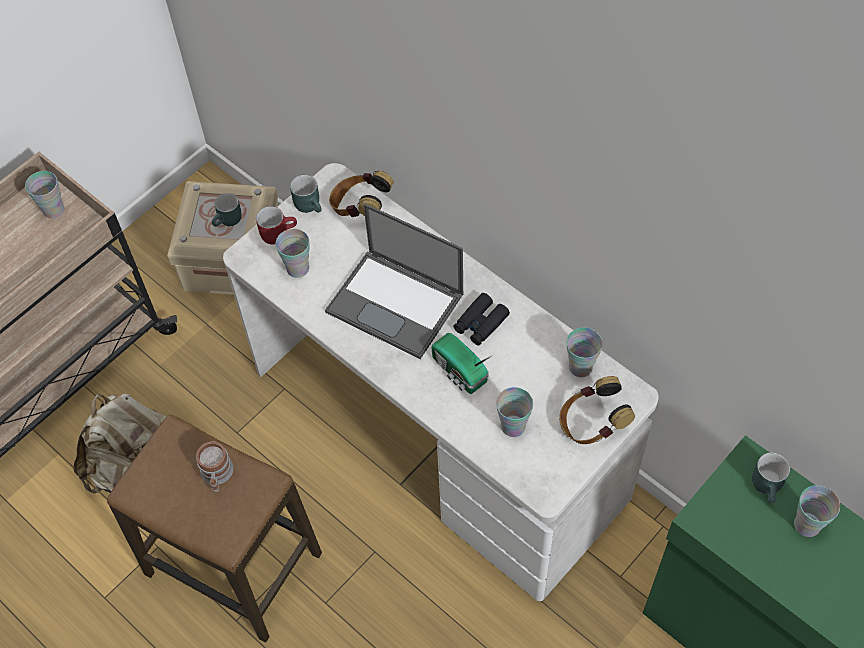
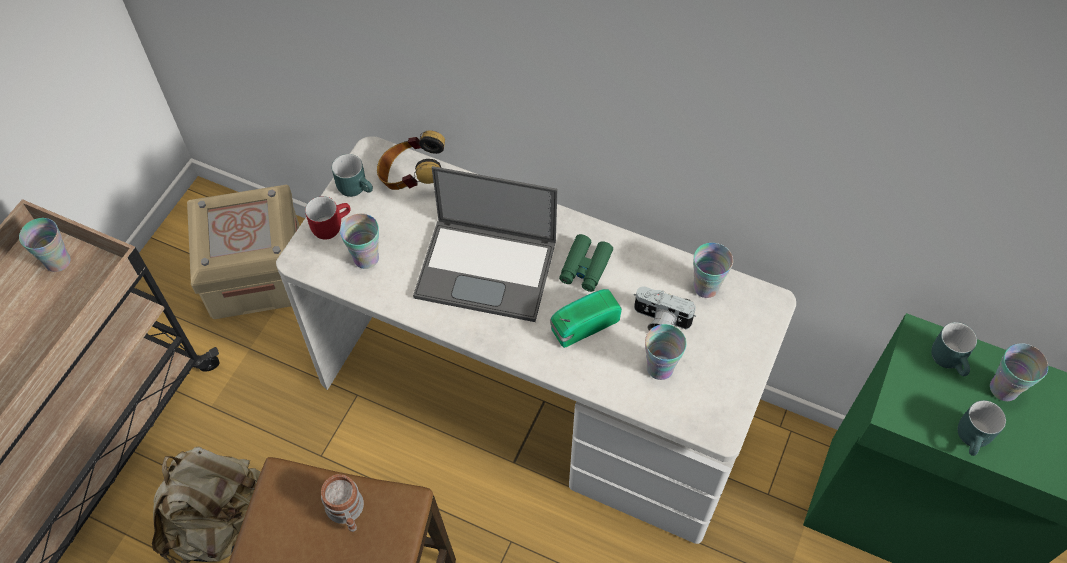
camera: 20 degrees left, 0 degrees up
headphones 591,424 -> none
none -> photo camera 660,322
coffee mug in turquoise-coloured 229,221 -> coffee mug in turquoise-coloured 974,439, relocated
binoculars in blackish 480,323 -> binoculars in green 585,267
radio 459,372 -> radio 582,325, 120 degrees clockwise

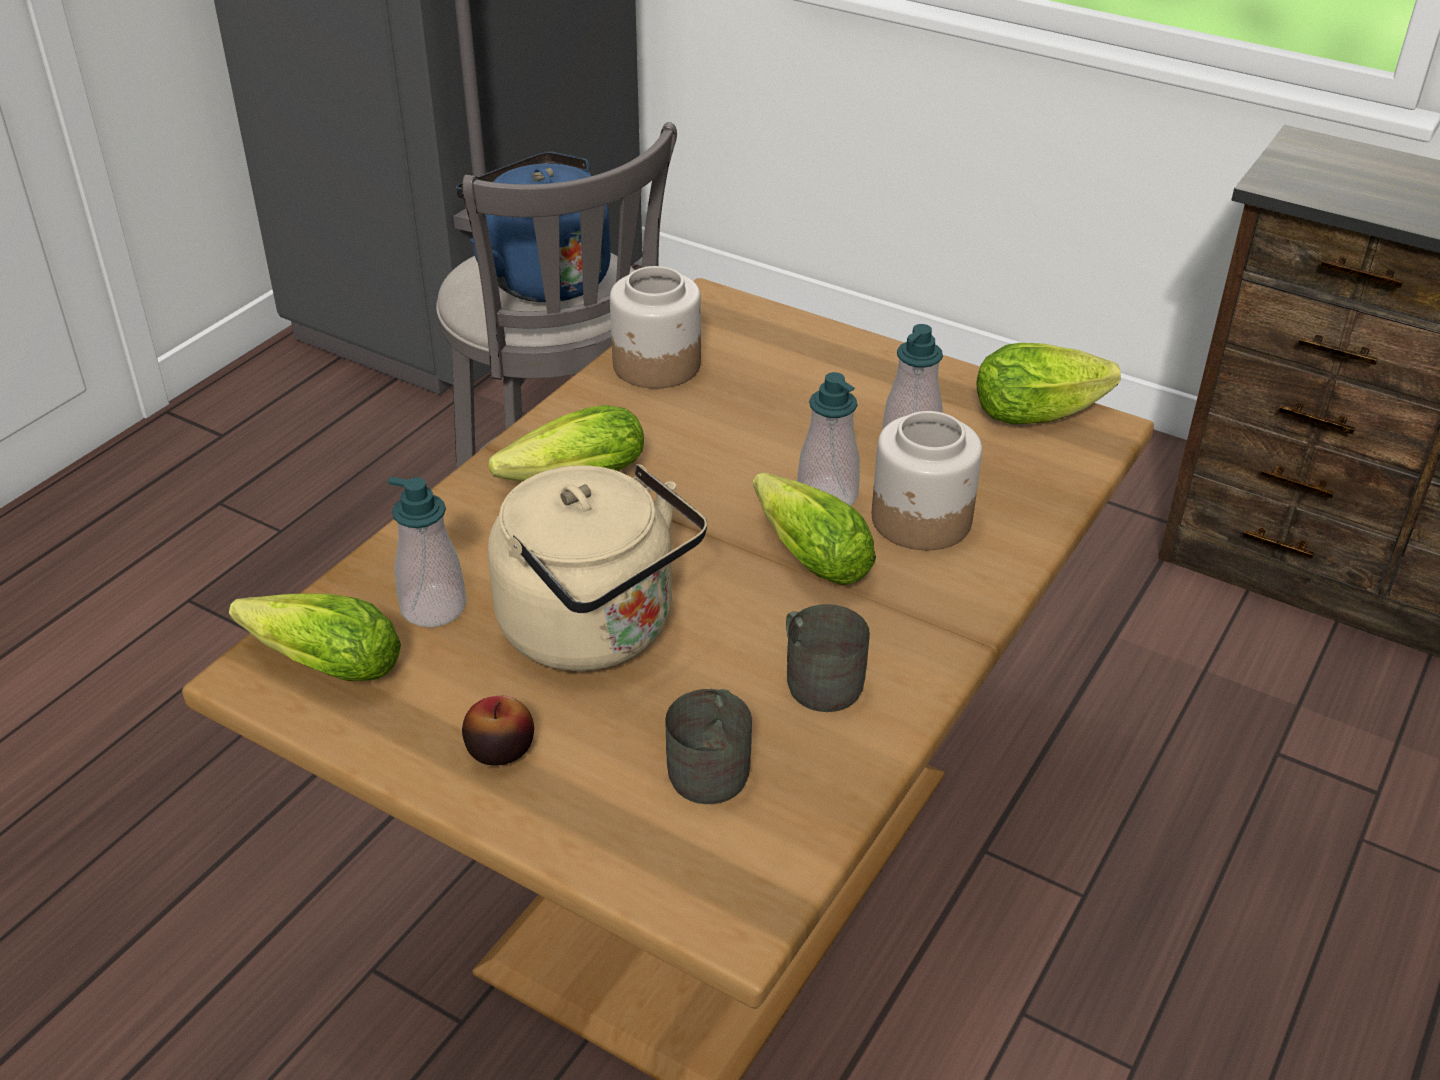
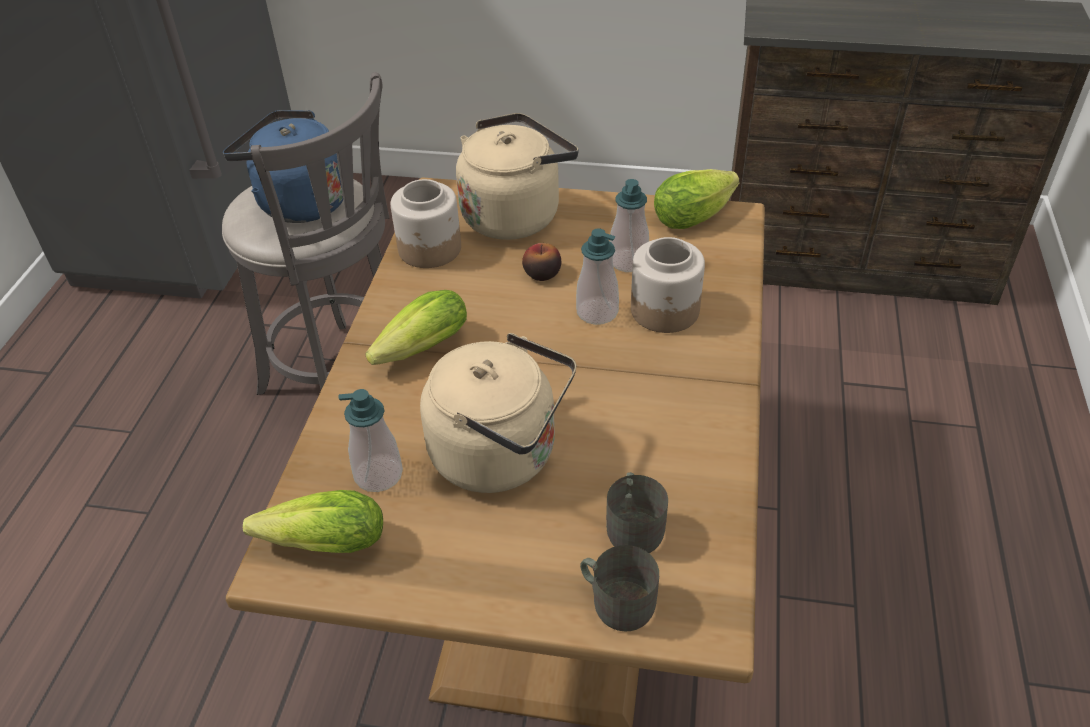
camera: 20 degrees left, 5 degrees up
lettuce head 805,553 -> none
none -> tea kettle in beige-coloured 515,214
apple 500,749 -> apple 542,274, relocated
coffee mug in gray 818,678 -> coffee mug in gray 616,600, relocated

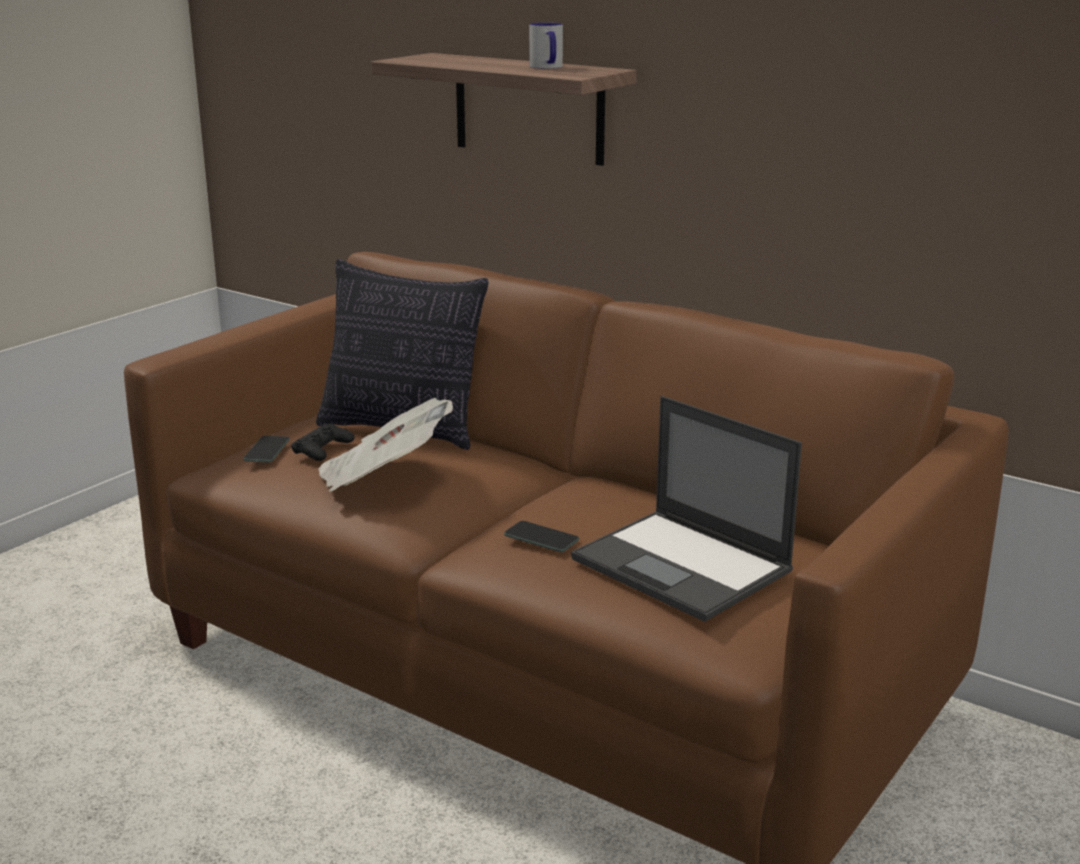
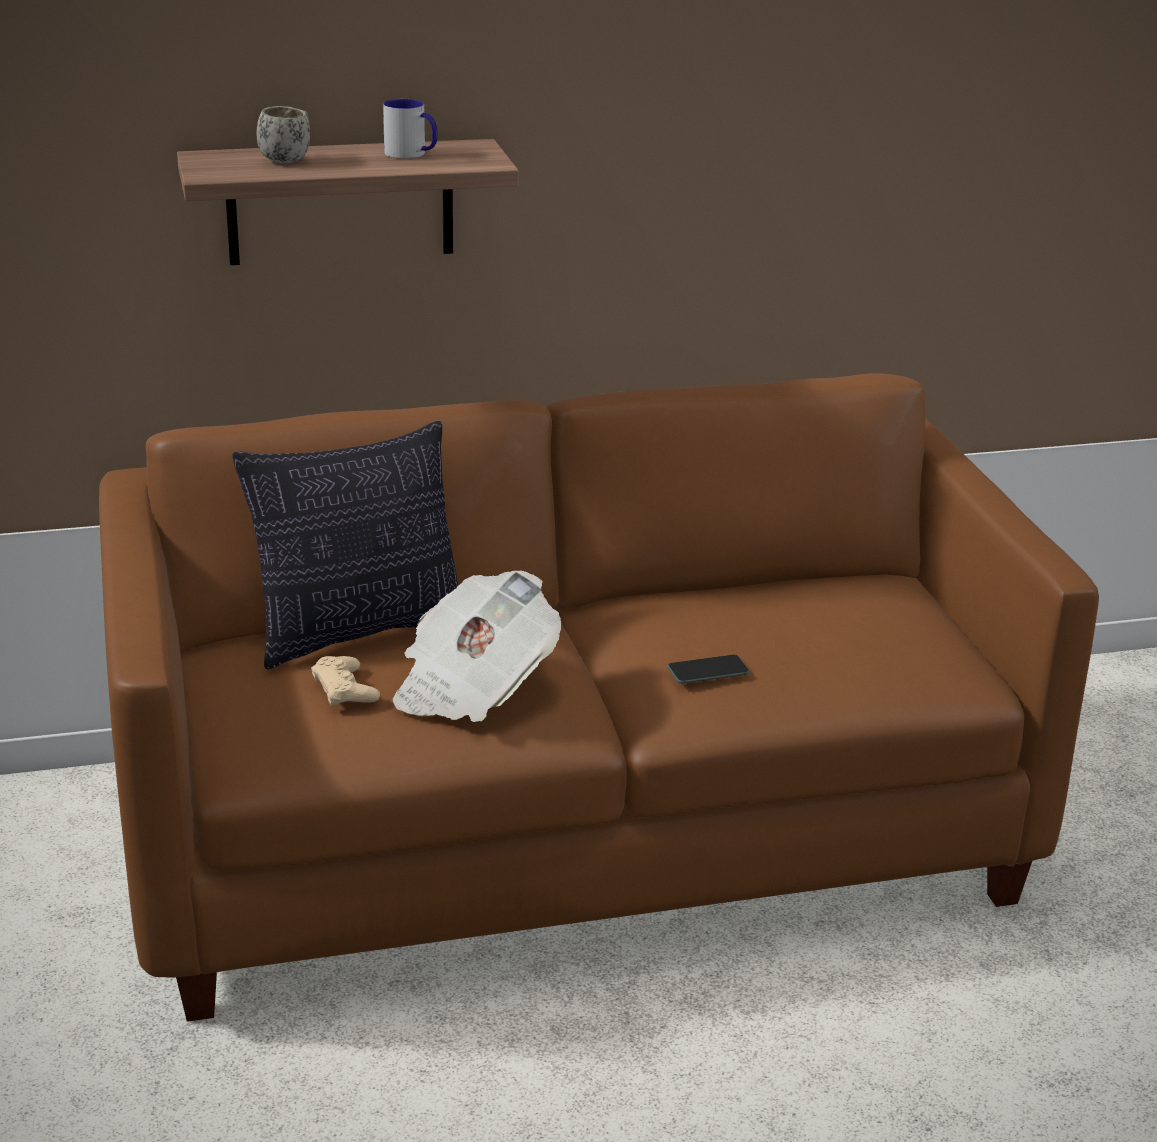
camera: 50 degrees left, 5 degrees up
handset 267,450 -> none
portable computer 683,566 -> none
none -> coffee mug in white 289,158
gamepad in blackish 323,449 -> gamepad in beige-coloured 345,689

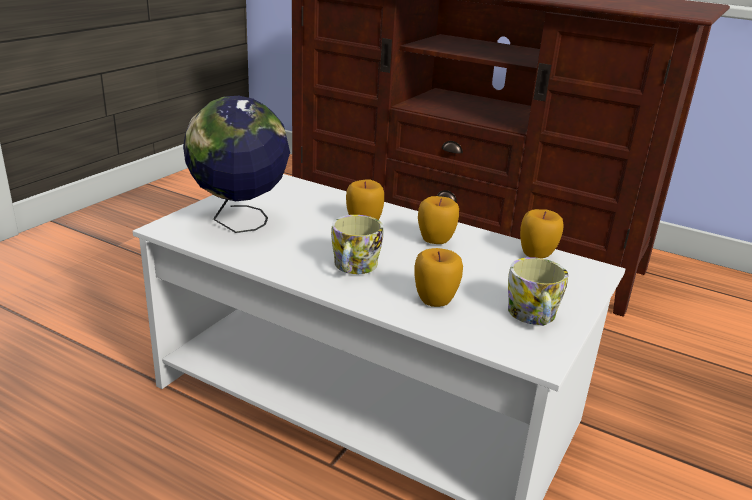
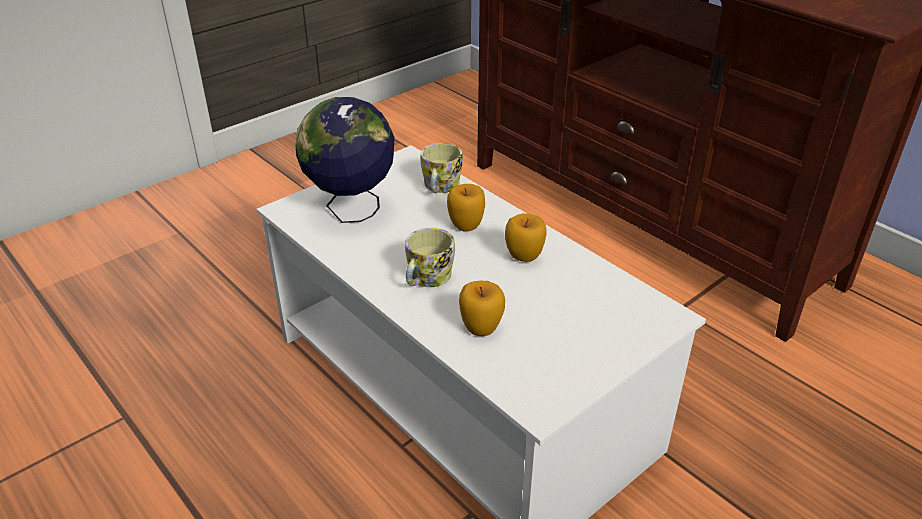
camera: 20 degrees right, 10 degrees up
apple 536,255 -> none
coffee mug 533,317 -> coffee mug 440,187, relocated

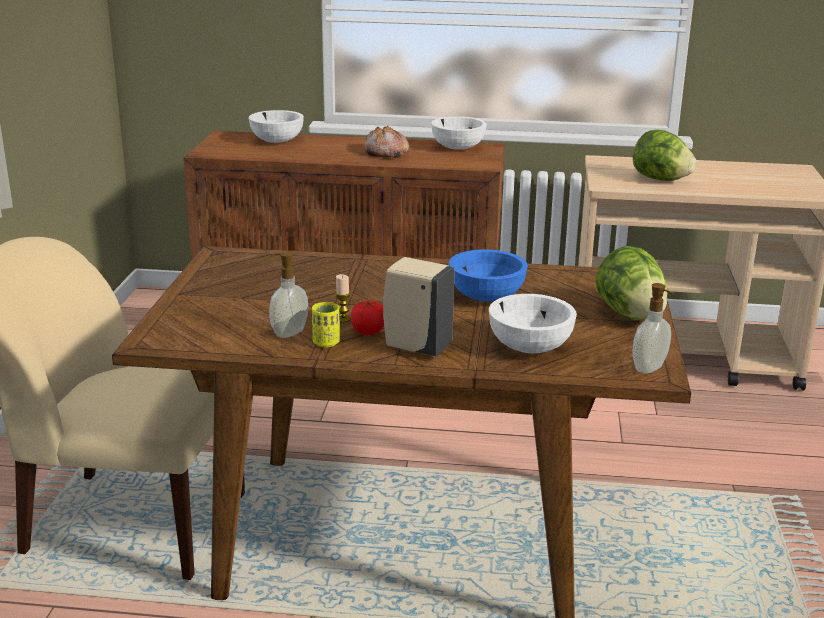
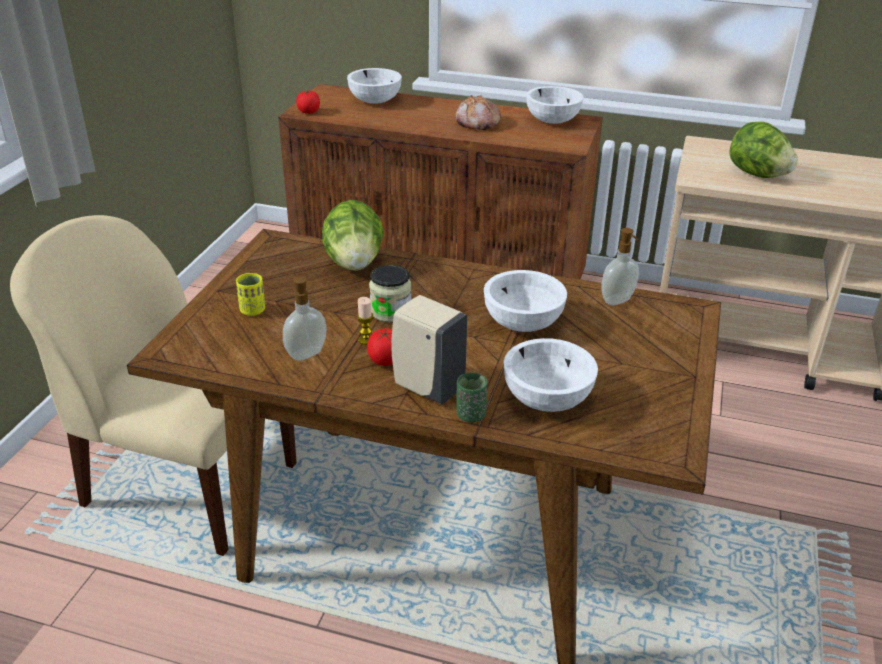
camera: 10 degrees right, 10 degrees up
none -> tomato 309,112
none -> preserve jar 391,311
none -> cup in green 470,415
cup in yellow 326,343 -> cup in yellow 253,310, relocated
lettuce head 630,315 -> lettuce head 354,263, relocated
soap bottle 650,369 -> soap bottle 618,301, relocated
bowl in bluish 486,296 -> bowl in white 523,322

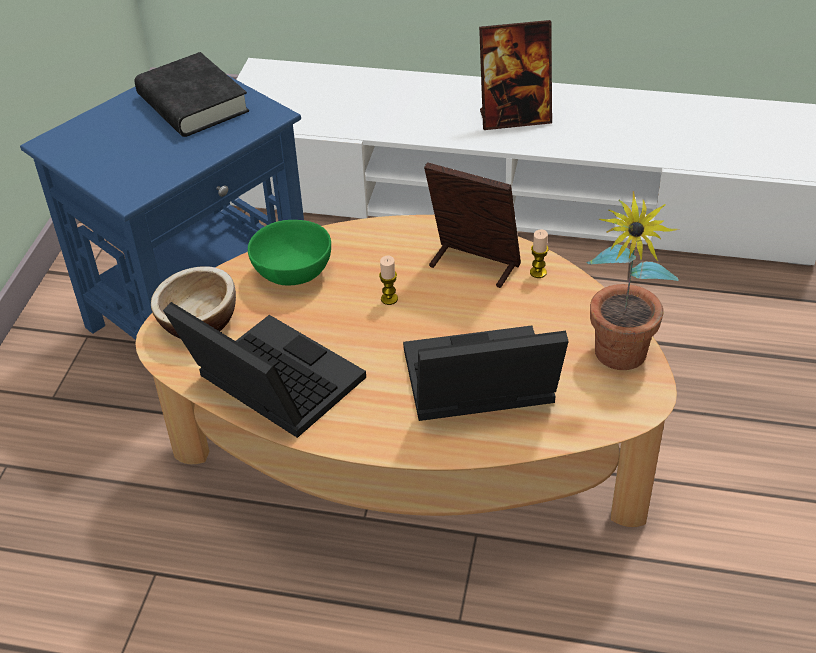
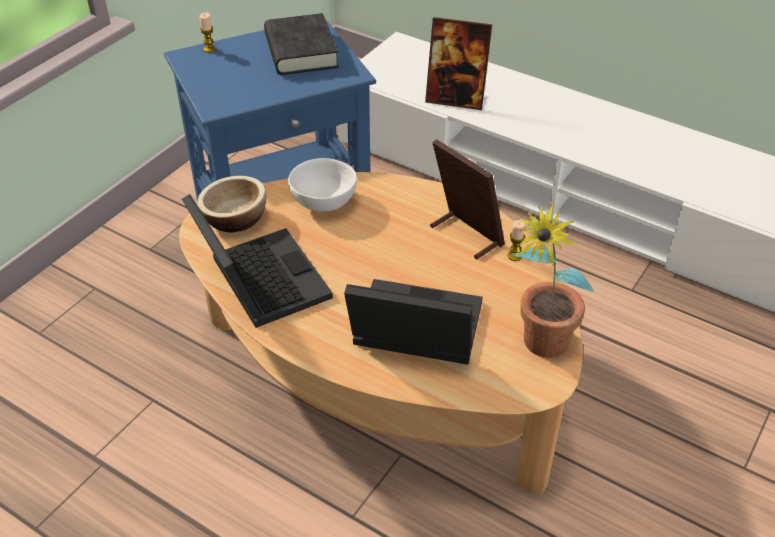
camera: 20 degrees right, 0 degrees up
wax light 389,299 -> wax light 209,49, relocated
picture frame 514,118 -> picture frame 455,99, relocated
bowl in green 290,274 -> bowl in white 321,202

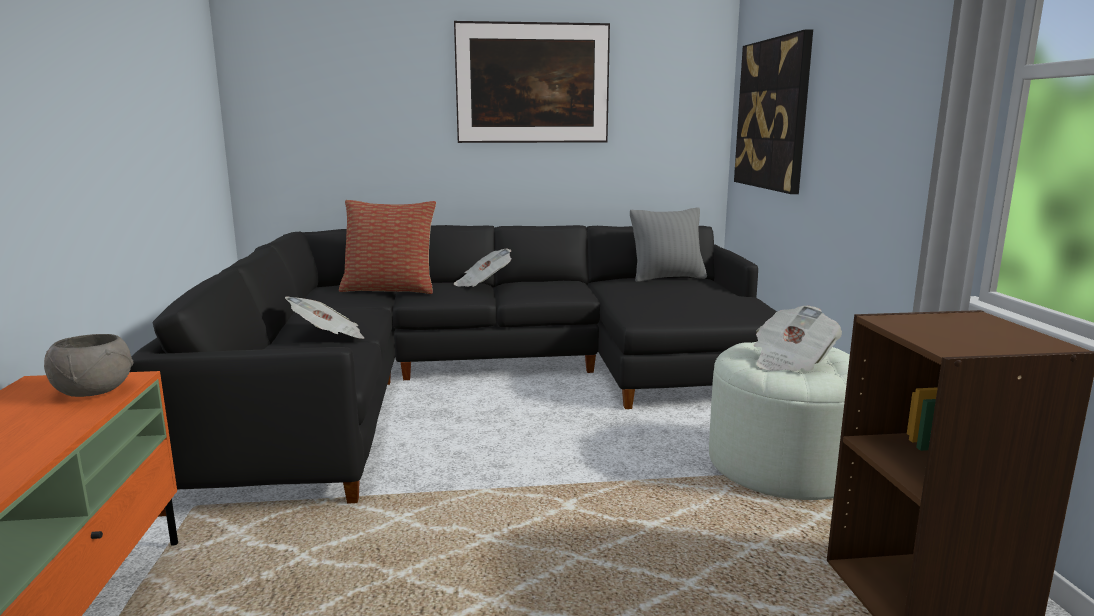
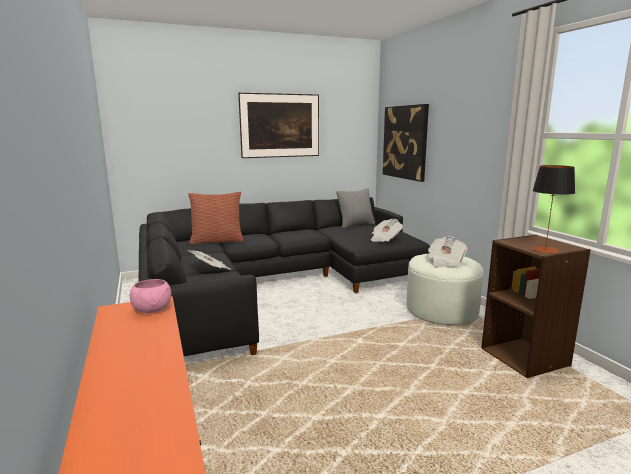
camera: 15 degrees left, 0 degrees up
none -> lamp for a table 545,249
printed paper 483,283 -> printed paper 385,239, relocated
bowl in gray 94,392 -> bowl in pink 153,310

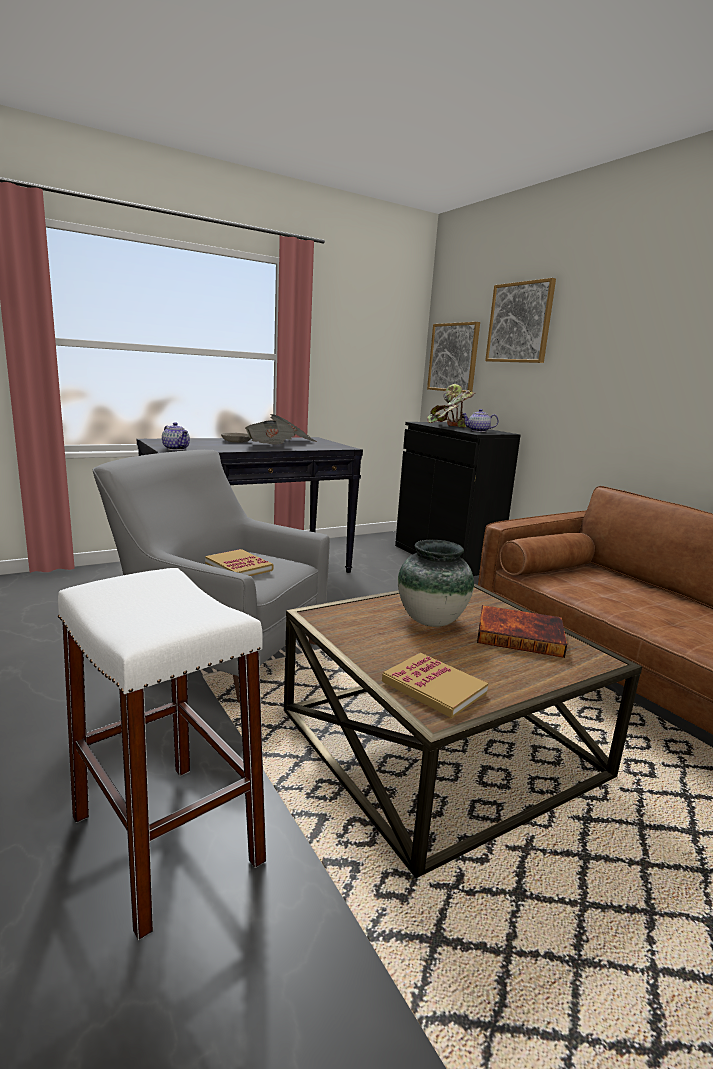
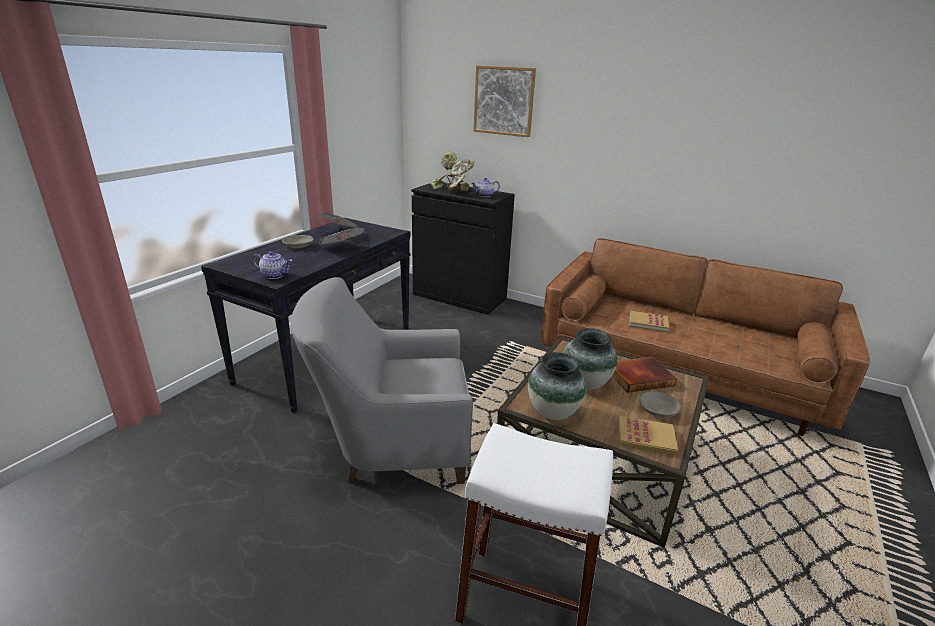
camera: 30 degrees left, 10 degrees up
wall picture 453,357 -> none
none -> vase 553,412
none -> bowl in gray 657,410
volume 239,566 -> volume 648,323, relocated

